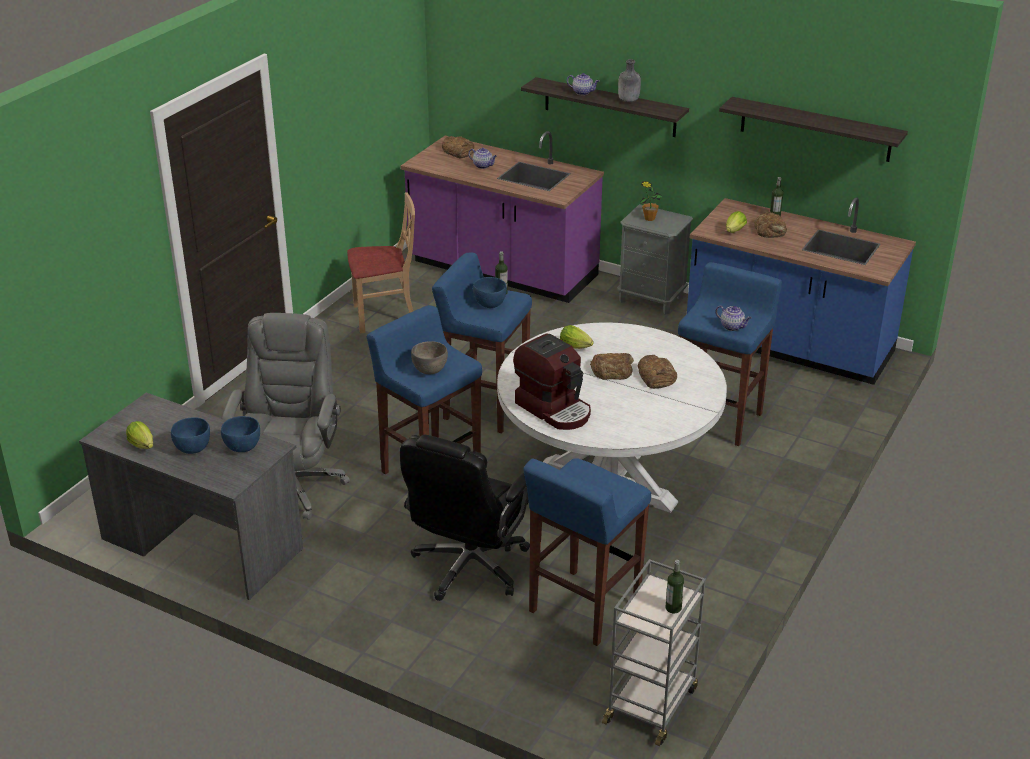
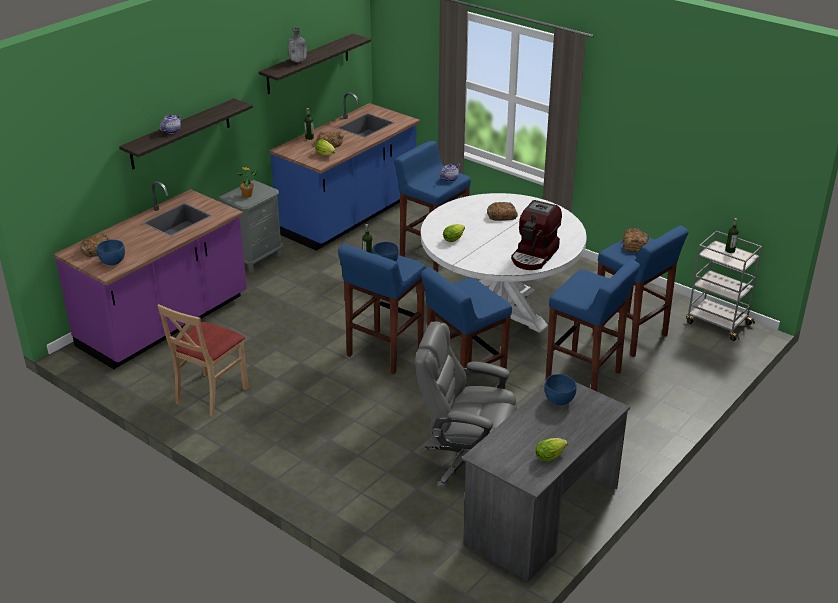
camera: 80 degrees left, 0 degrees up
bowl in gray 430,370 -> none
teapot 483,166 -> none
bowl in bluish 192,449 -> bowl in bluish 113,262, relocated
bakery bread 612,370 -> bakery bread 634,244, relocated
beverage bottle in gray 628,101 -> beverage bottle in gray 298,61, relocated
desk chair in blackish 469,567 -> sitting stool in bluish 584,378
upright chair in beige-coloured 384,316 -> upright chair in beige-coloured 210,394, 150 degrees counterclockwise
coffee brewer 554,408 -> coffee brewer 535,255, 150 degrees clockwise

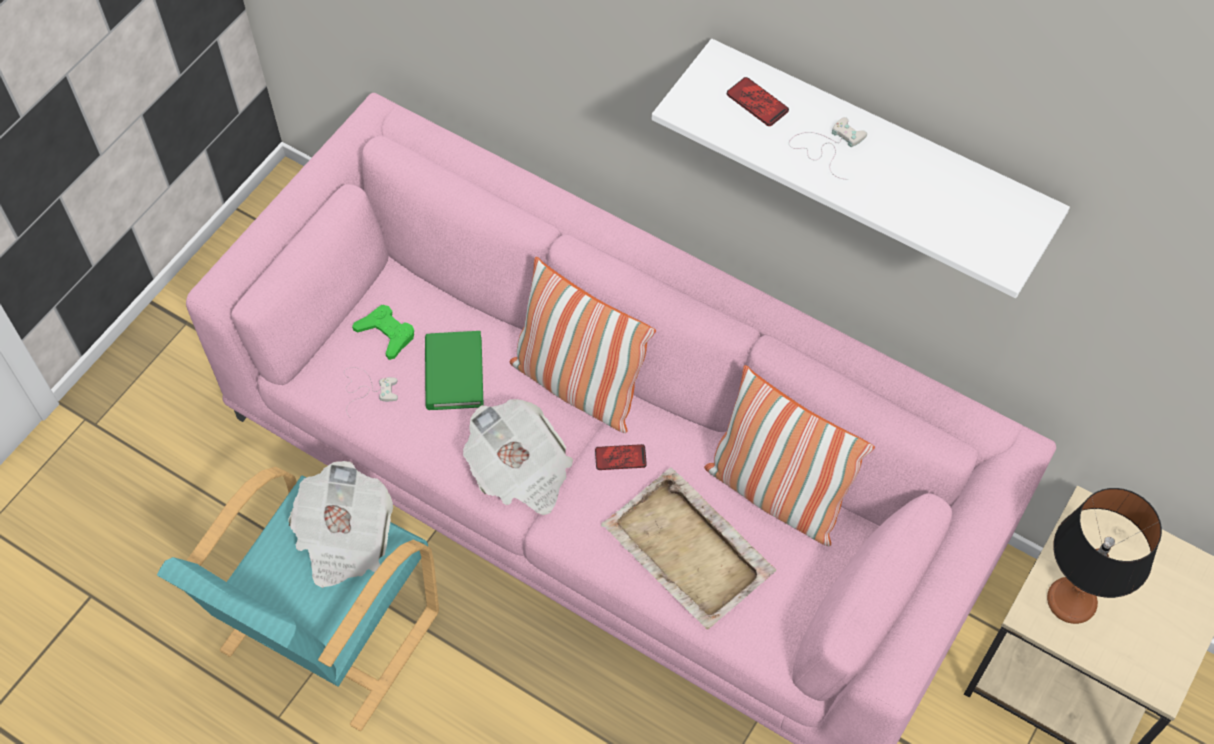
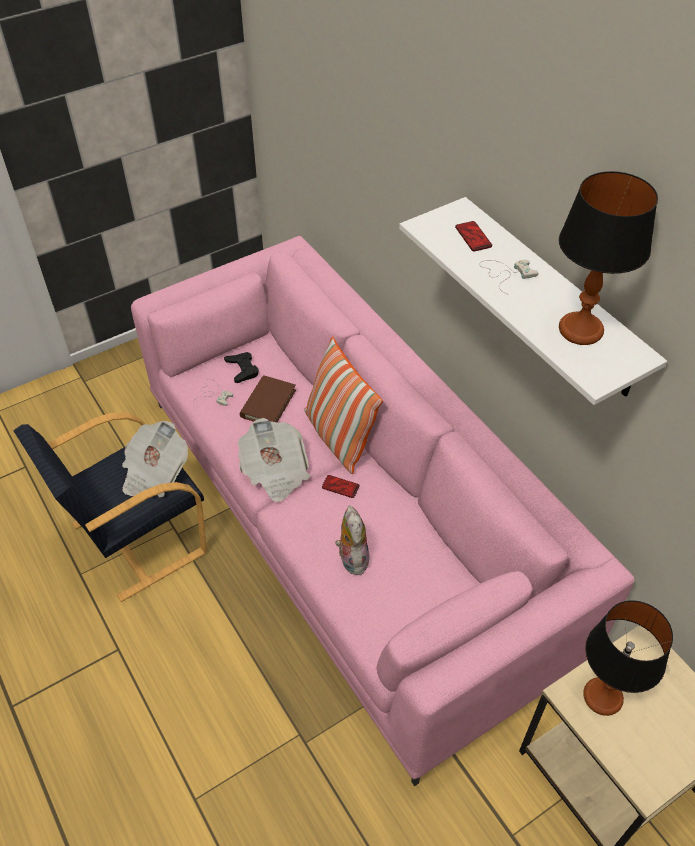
camera: 25 degrees right, 10 degrees down
pillow 776,493 -> none
none -> lamp for a table 580,329
tray in beige-coloured 688,551 -> cuddly toy 351,558
armchair in turquoise-coloured 327,634 -> armchair in blackish 136,539
gamepad in green 386,334 -> gamepad in blackish 242,369
volume in green 454,373 -> volume in brownish 268,403

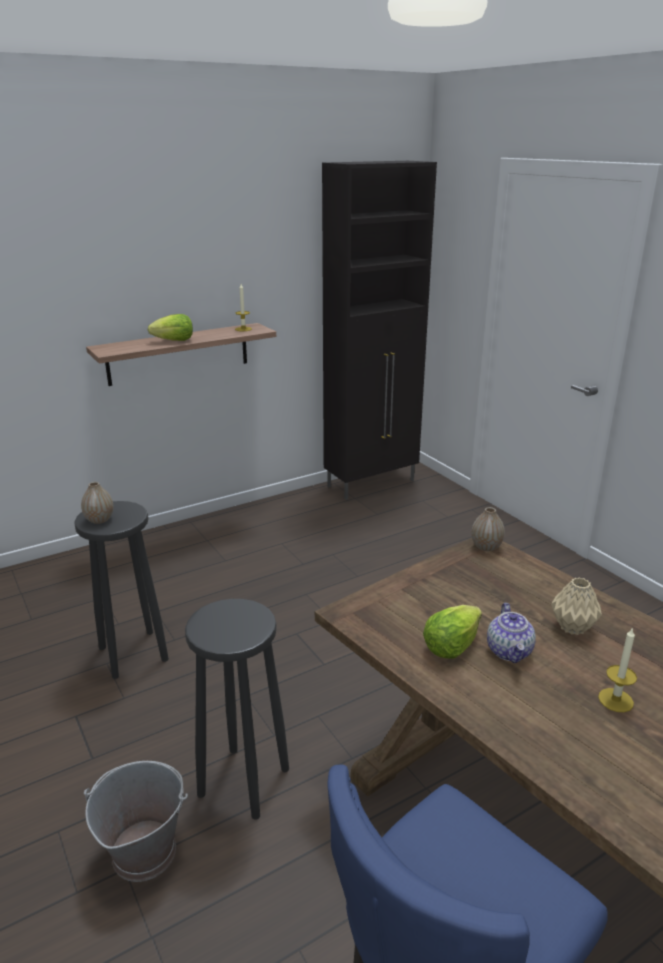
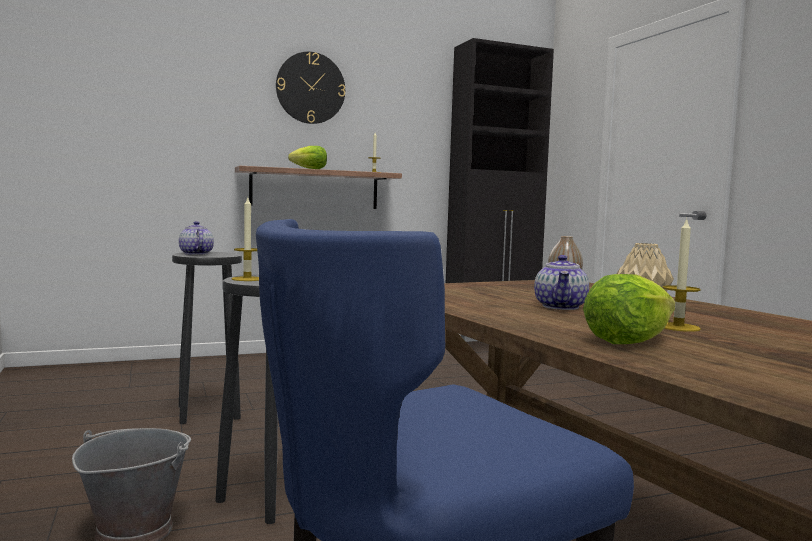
camera: 10 degrees right, 20 degrees down
none -> wax light 247,279
none -> clock on the wall 310,88
lettuce head 451,646 -> lettuce head 627,341, relocated
vase 99,520 -> teapot 195,254

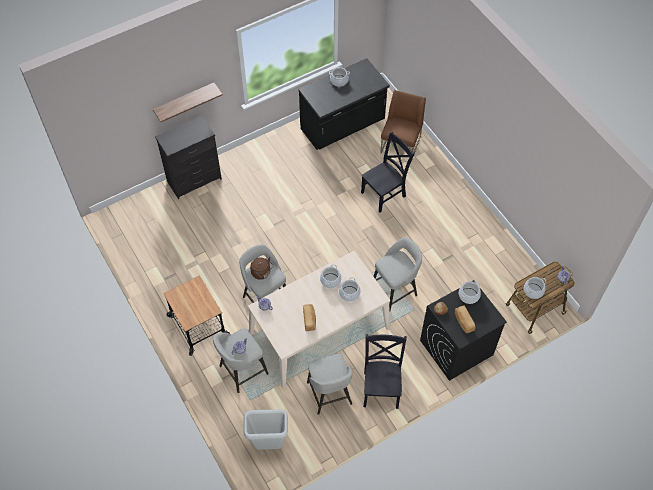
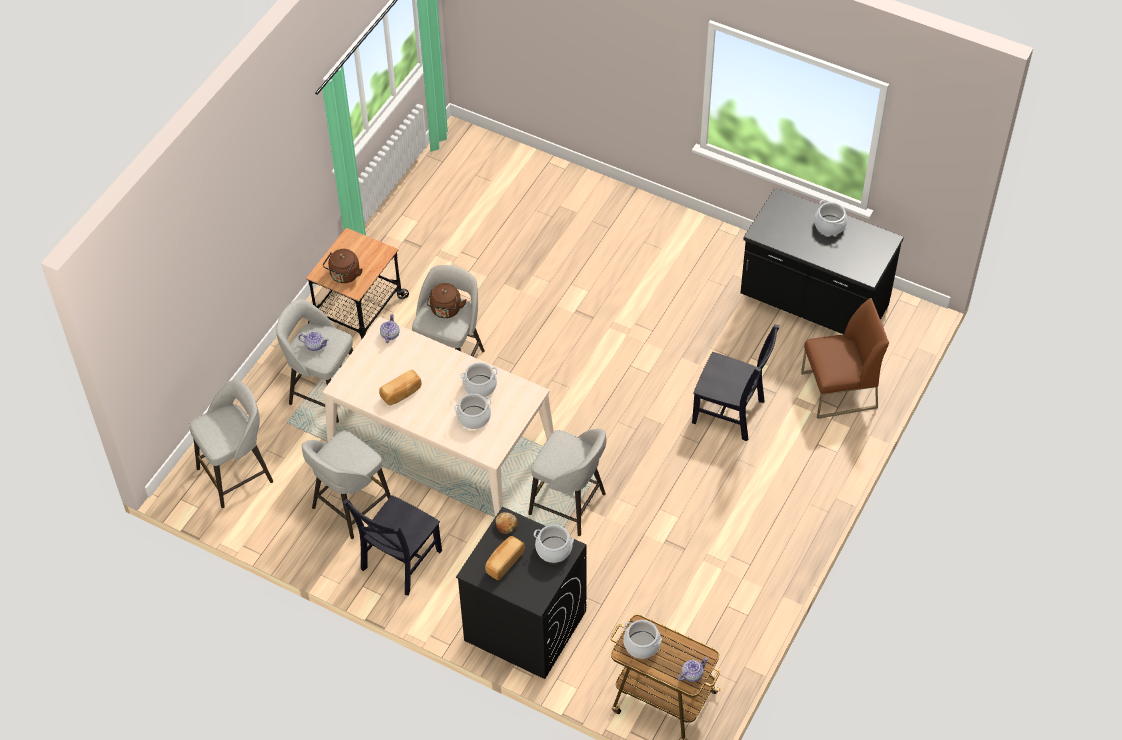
camera: 60 degrees right, 5 degrees down
bracket shelf 184,101 -> none
drawer chest in blackish 195,180 -> none
none -> tea kettle in brownish 344,276
rubbish bin in gray 269,443 -> sitting stool in gray 237,474
upright chair in blackish 381,388 -> upright chair in blackish 399,562, 150 degrees clockwise

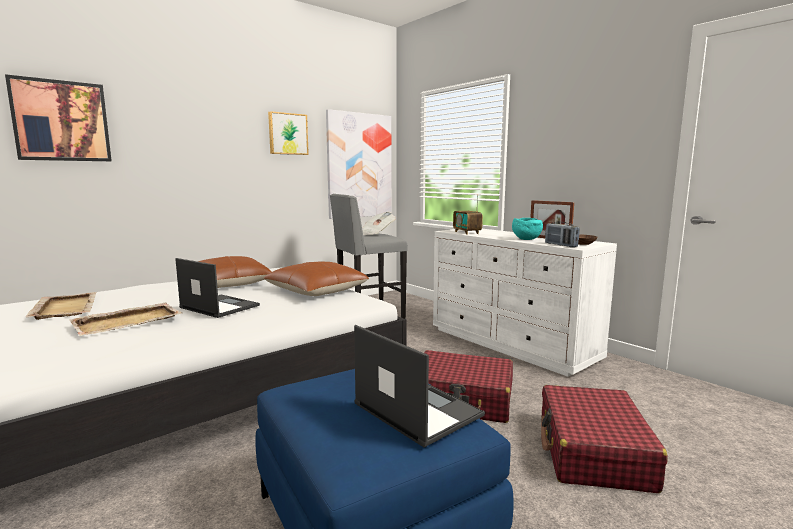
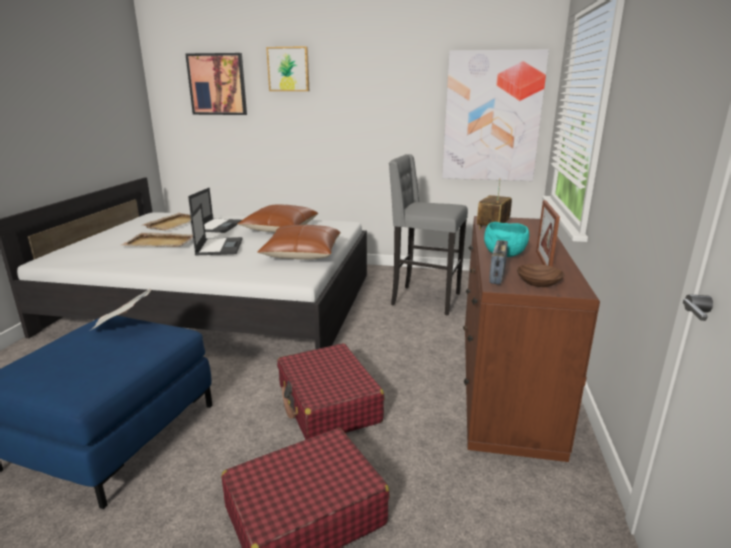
camera: 50 degrees right, 10 degrees up
wall picture 287,134 -> wall picture 289,69, relocated
portable computer 416,409 -> portable computer 218,226, relocated
printed paper 376,233 -> printed paper 123,324, relocated
drawer chest in white 512,344 -> drawer chest in brownish 504,385

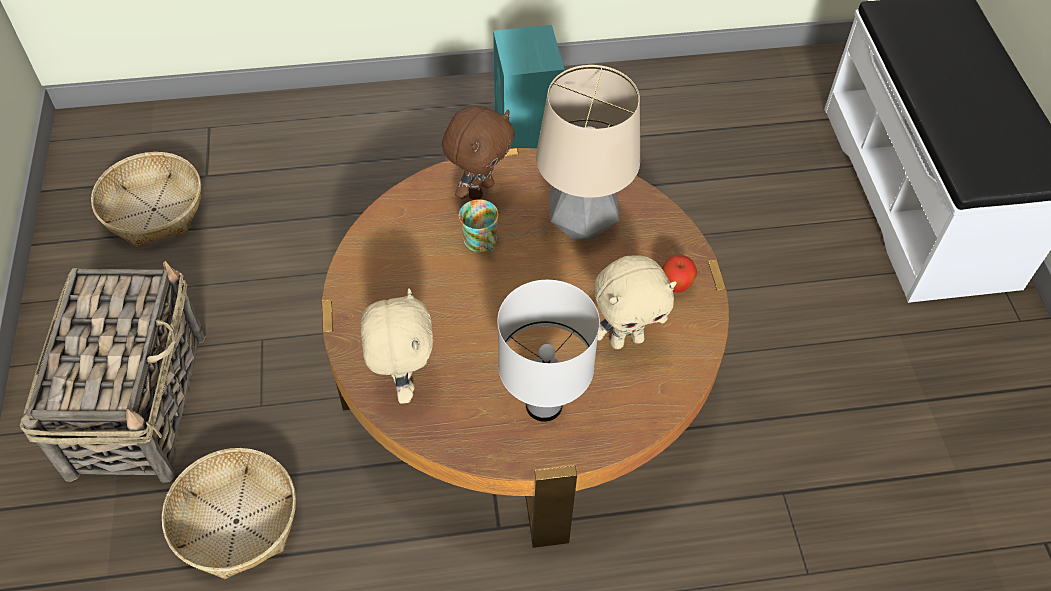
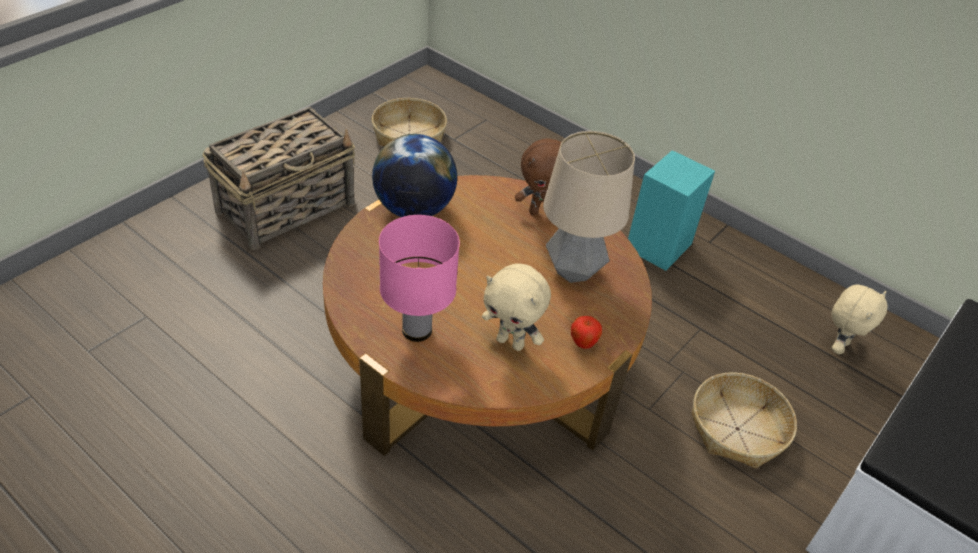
camera: 45 degrees right, 10 degrees down
coffee mug 481,243 -> none
none -> world globe 414,209
basket 237,521 -> basket 737,429, relocated
cuddly toy in beige-coloured 402,380 -> cuddly toy in beige-coloured 838,346, relocated
lamp for a table in white 544,404 -> lamp for a table in pink 418,330

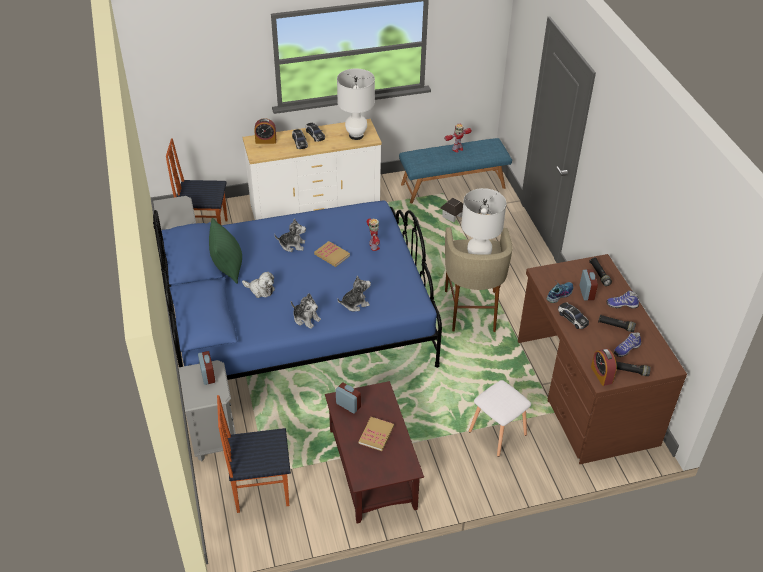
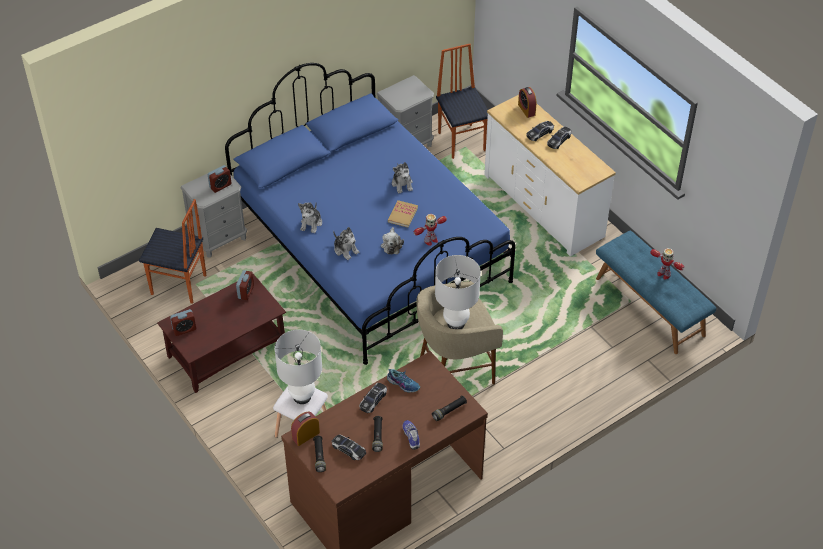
camera: 70 degrees right, 5 degrees up
pillow in green 228,267 -> none
volume 376,435 -> none
model house 452,216 -> none
cuddly toy 260,290 -> cuddly toy 391,245, relocated
lamp for a table in white 356,135 -> lamp for a table in white 302,397, relocated
alarm clock 586,293 -> alarm clock 184,329, relocated
shoe 626,349 -> toy car 348,449
upright chair 261,489 -> upright chair 179,285, 135 degrees clockwise

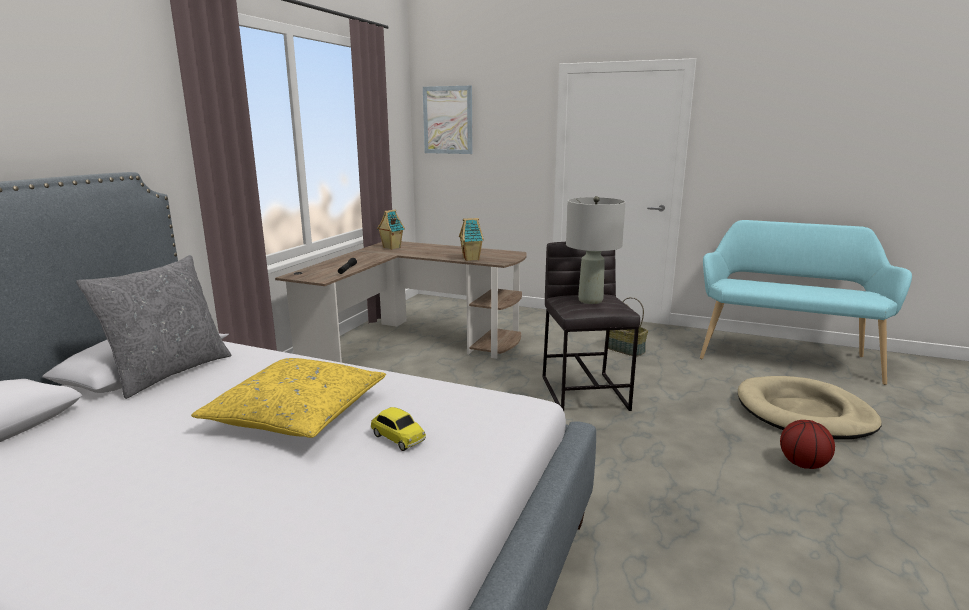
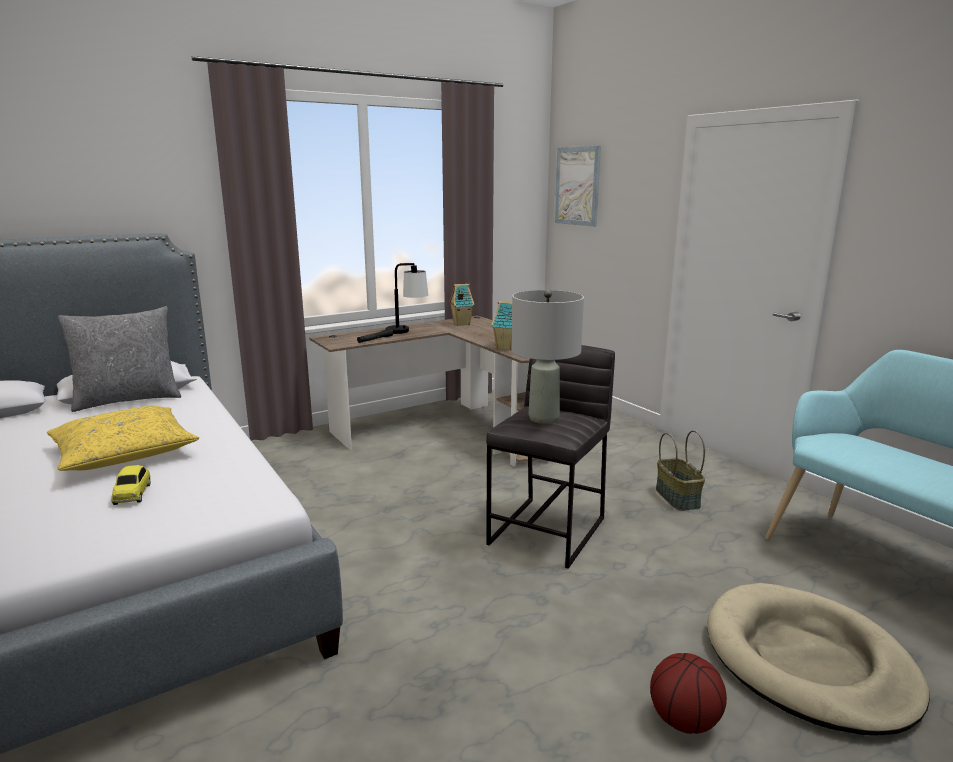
camera: 35 degrees right, 0 degrees up
none -> lamp for a table 407,332

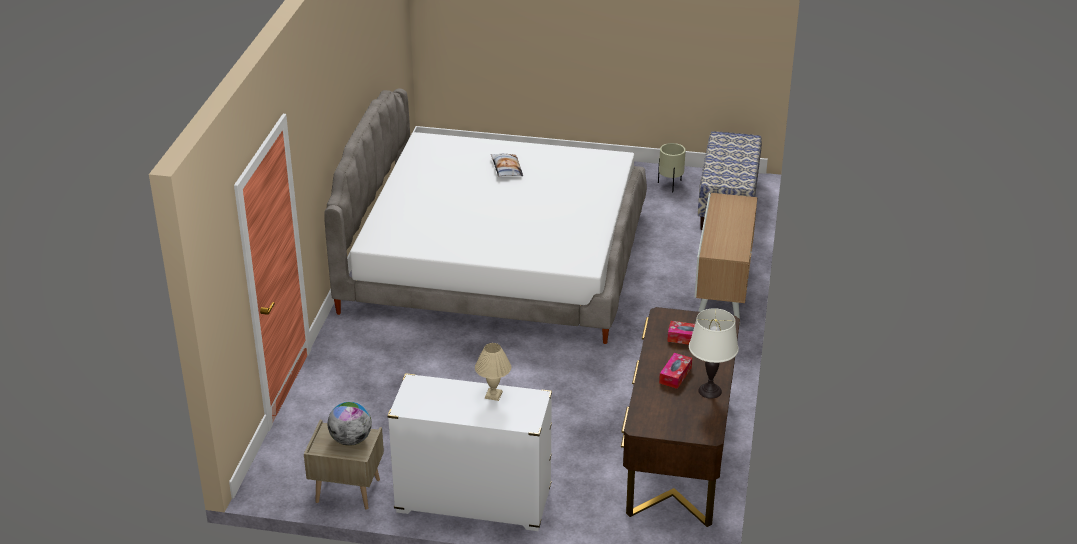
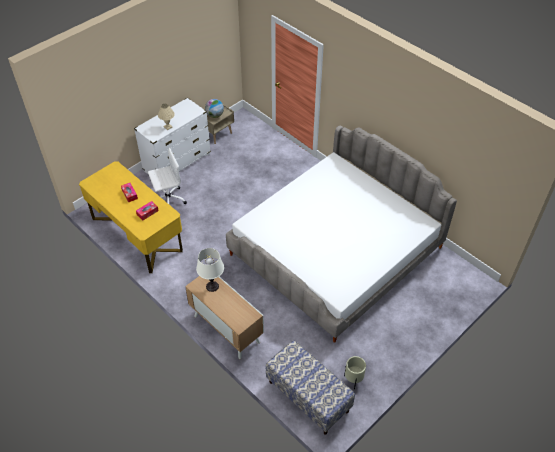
camera: 125 degrees right, 15 degrees up
pillow 506,168 -> none
none -> desk chair in white 168,200
lamp for a table in white 710,391 -> lamp for a table in white 212,286, relocated
desk unit in brownish 679,454 -> desk unit in yellow 137,234

